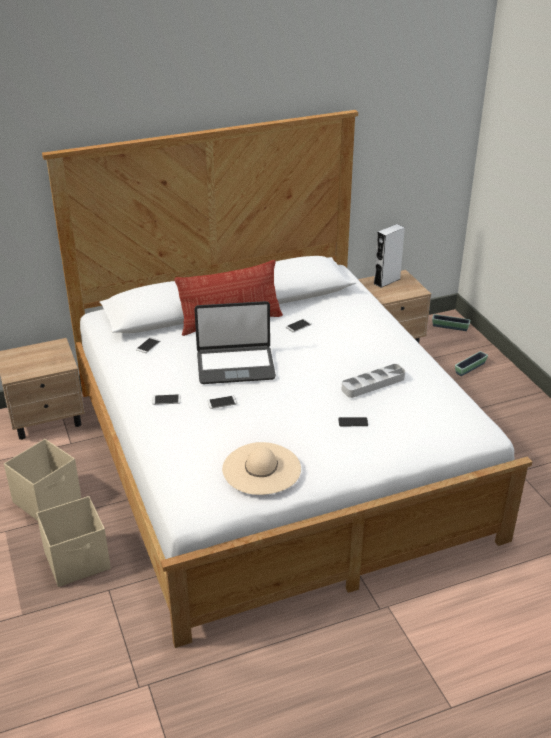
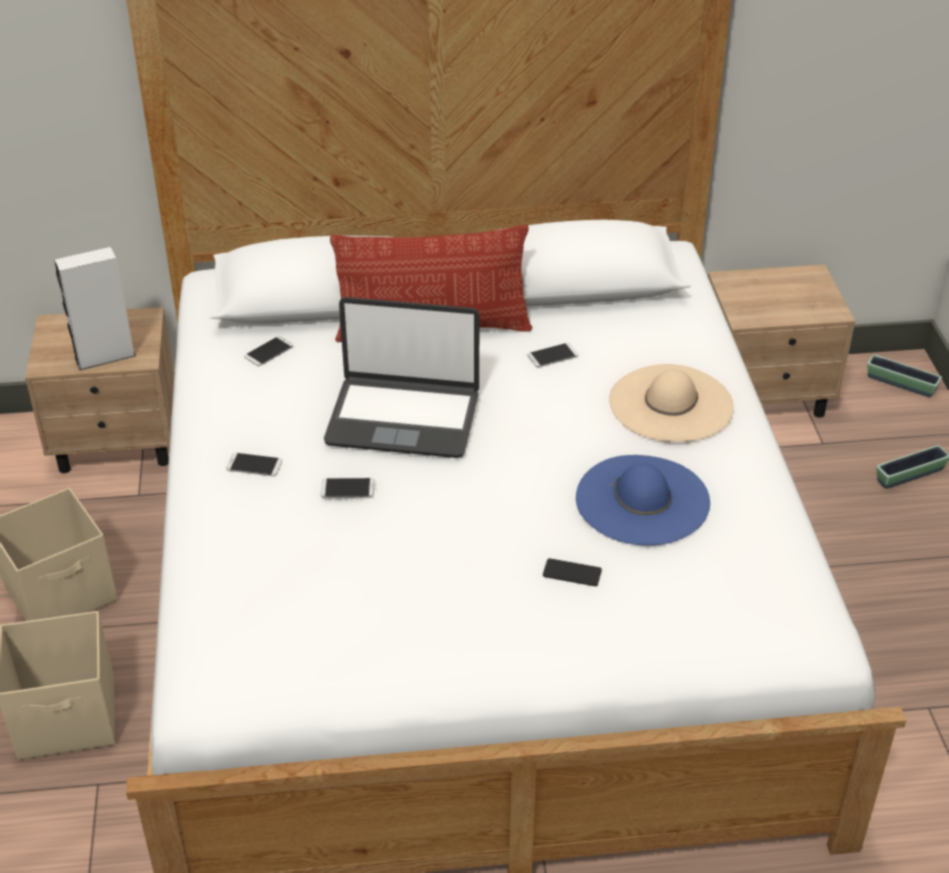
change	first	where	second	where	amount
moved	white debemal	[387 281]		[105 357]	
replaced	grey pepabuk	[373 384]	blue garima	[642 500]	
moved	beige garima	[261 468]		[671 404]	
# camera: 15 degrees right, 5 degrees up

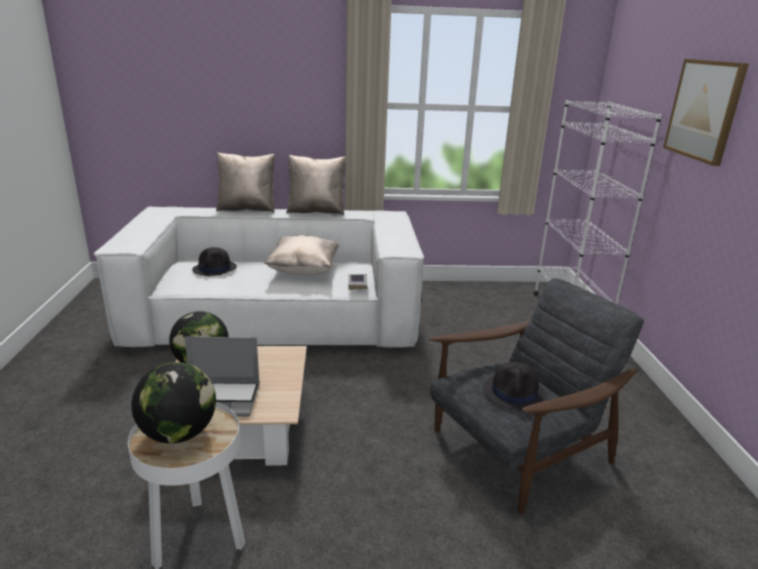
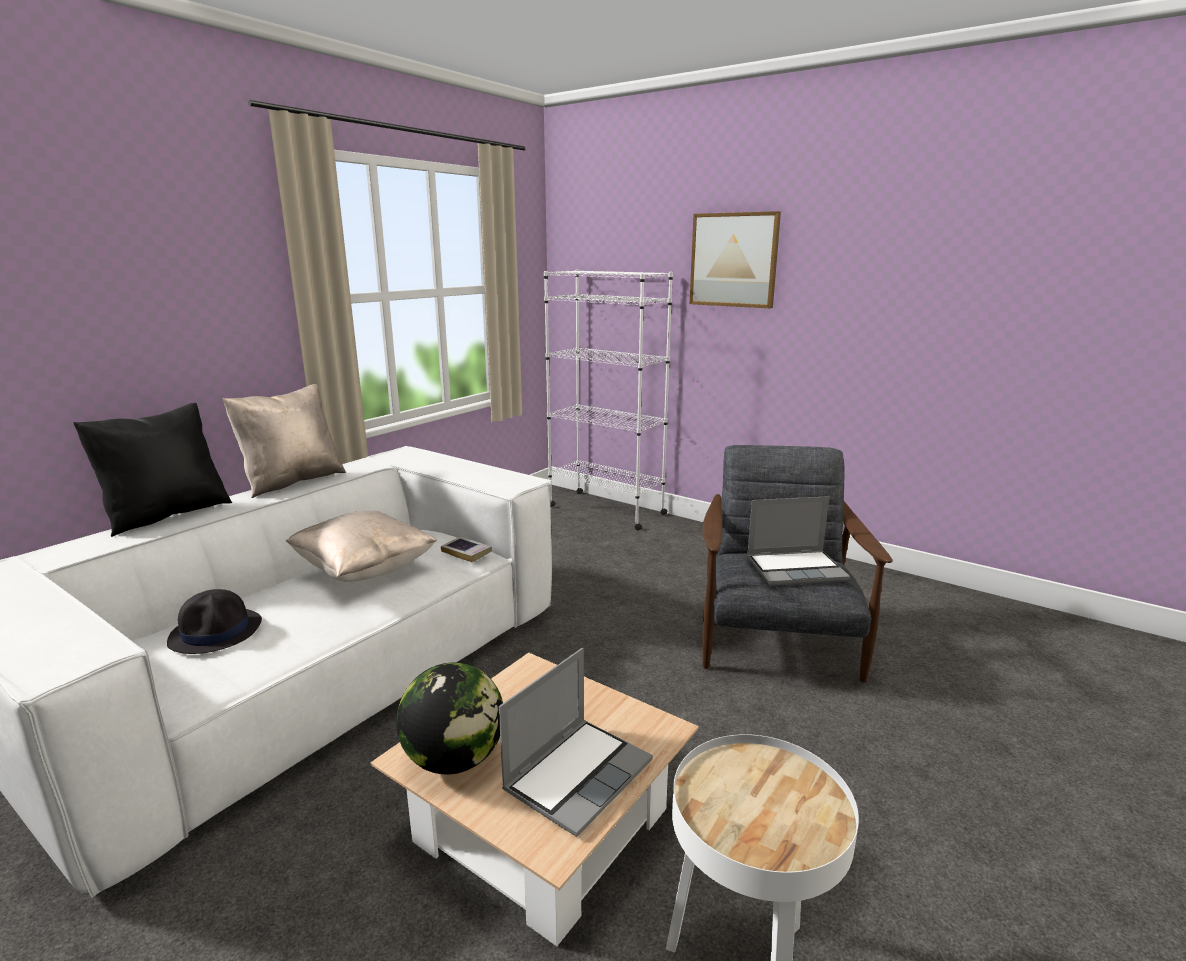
change	first	where	second	where	amount
recoloured	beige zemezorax	[247 209]	black zemezorax	[167 514]	
removed	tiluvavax	[179 434]			
replaced	black garima	[514 393]	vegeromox	[796 569]	
# camera: 50 degrees left, 5 degrees down

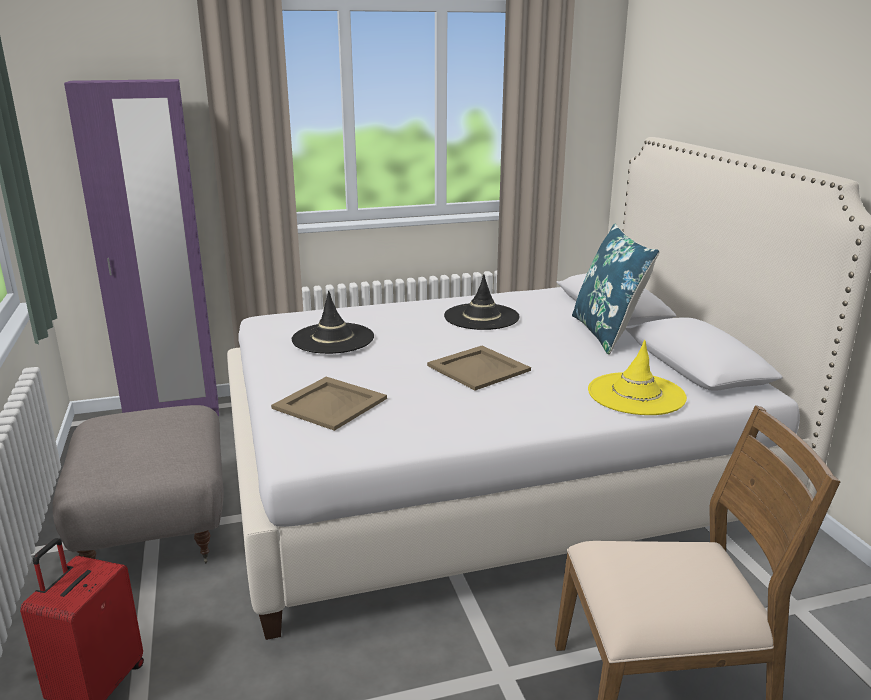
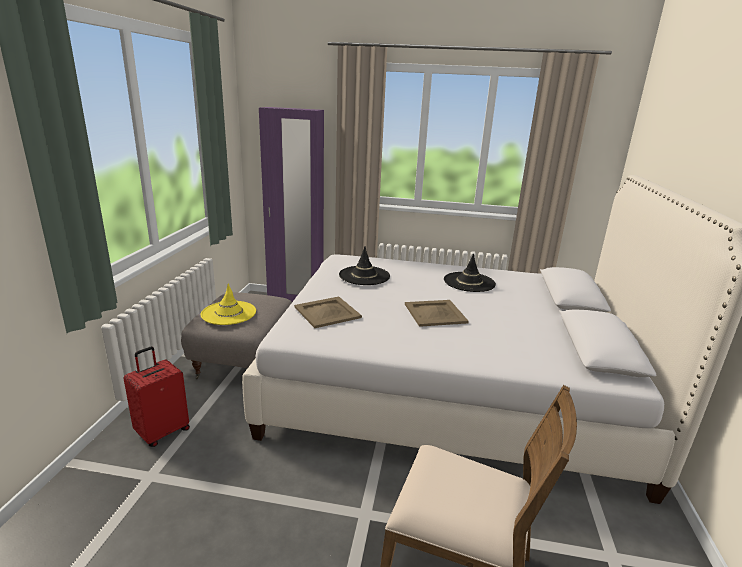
change	first	where	second	where	amount
removed	blue zemezorax	[607 333]			
moved	yellow garima	[636 394]		[228 313]	
# camera: 25 degrees right, 0 degrees up

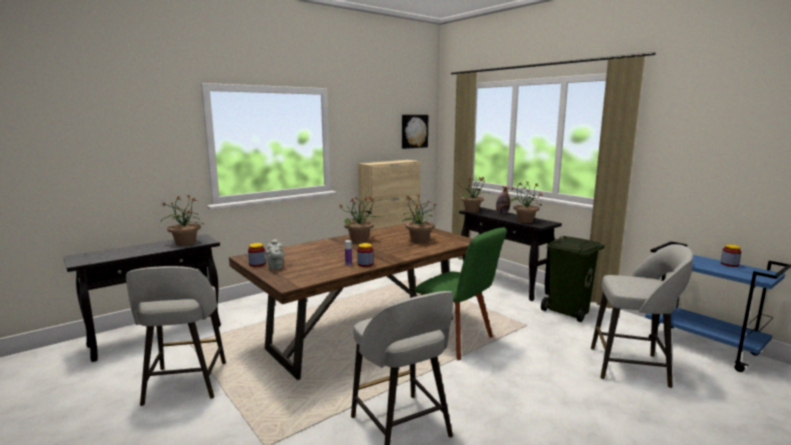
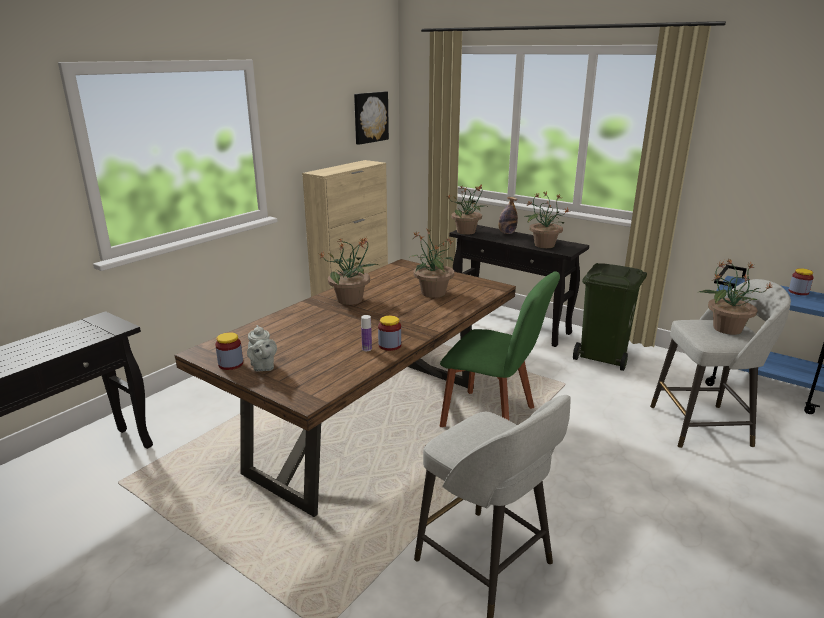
change	first	where	second	where	amount
moved	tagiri	[185 243]		[726 328]	
removed	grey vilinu	[185 384]			
# camera: 15 degrees left, 10 degrees up

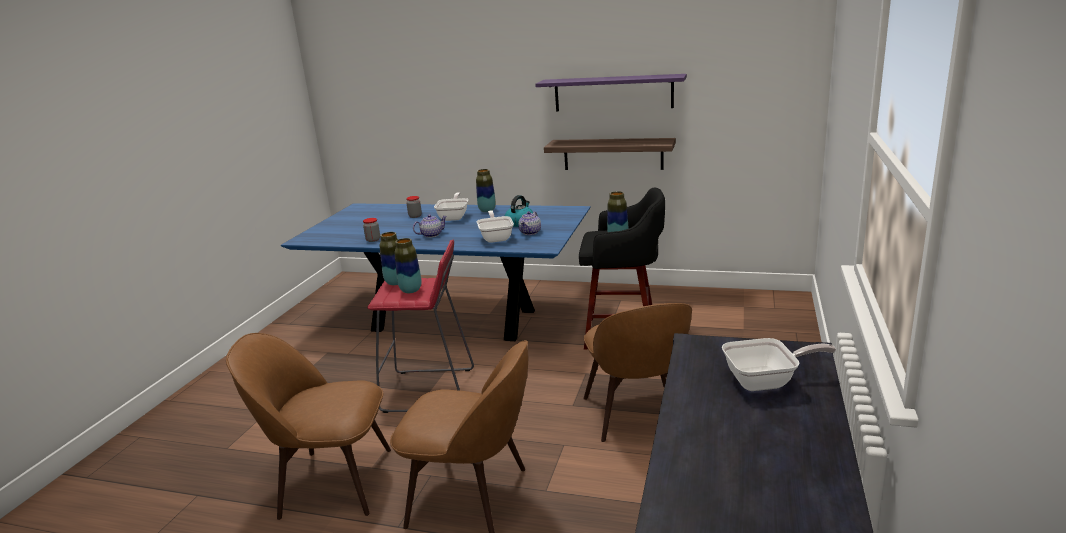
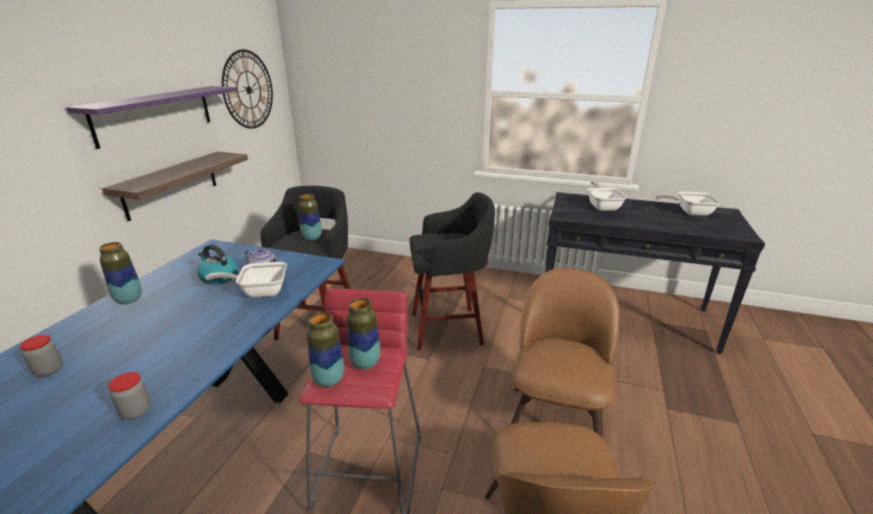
change	first	where	second	where	amount
moved	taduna	[454 217]		[689 212]	
removed	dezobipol	[431 235]			
replaced	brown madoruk	[637 415]	black vilinu	[449 328]	
added			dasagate	[248 90]	
# camera: 90 degrees left, 5 degrees up

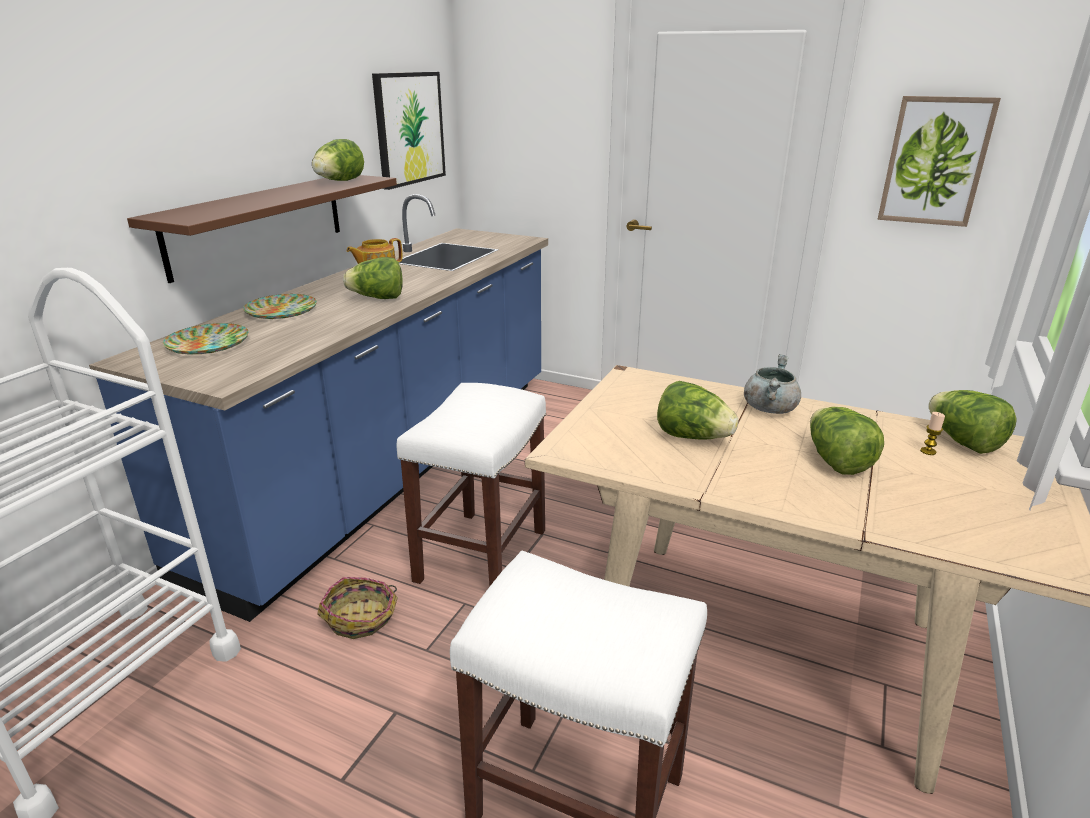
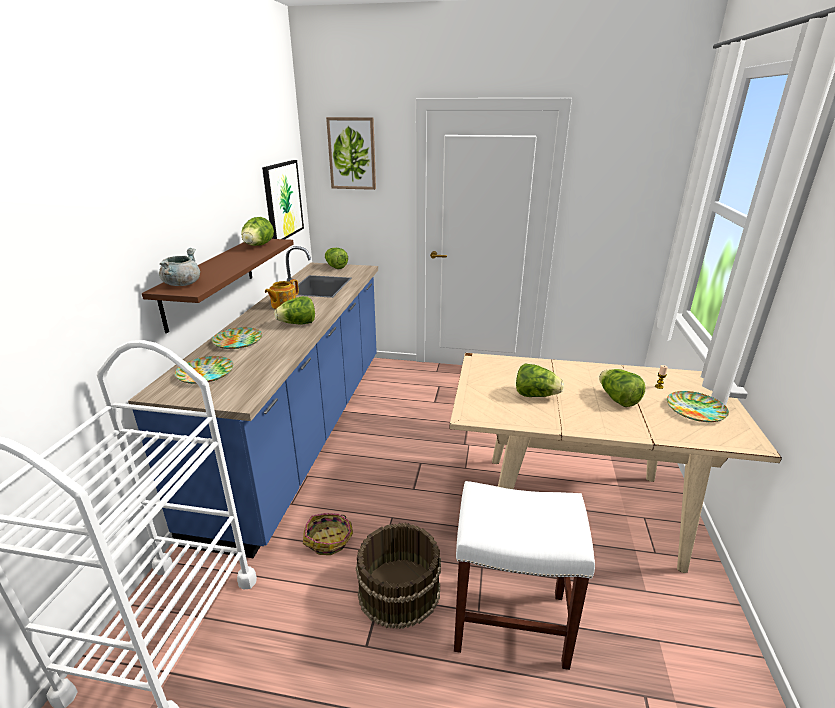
change	first	where	second	where	amount
moved	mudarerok	[935 161]		[352 153]	
moved	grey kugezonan	[769 408]		[182 284]	
removed	white vilinu	[481 554]			
moved	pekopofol	[962 442]		[335 267]	
added			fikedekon	[695 410]	
added			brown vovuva	[398 590]	
# camera: 15 degrees left, 0 degrees up

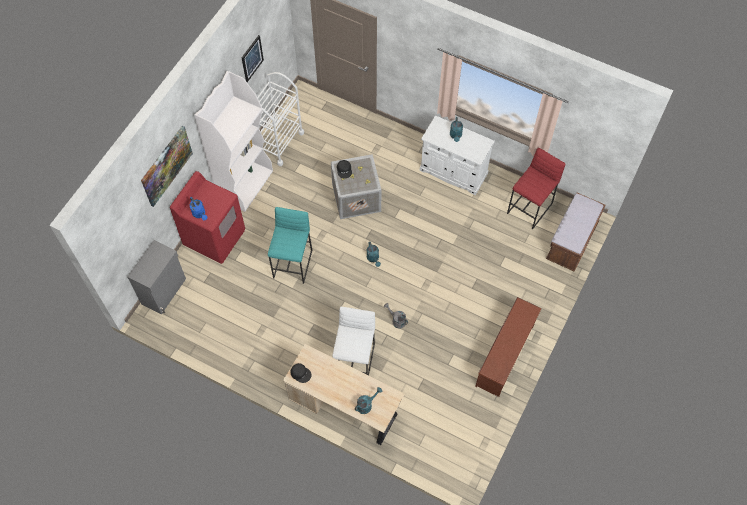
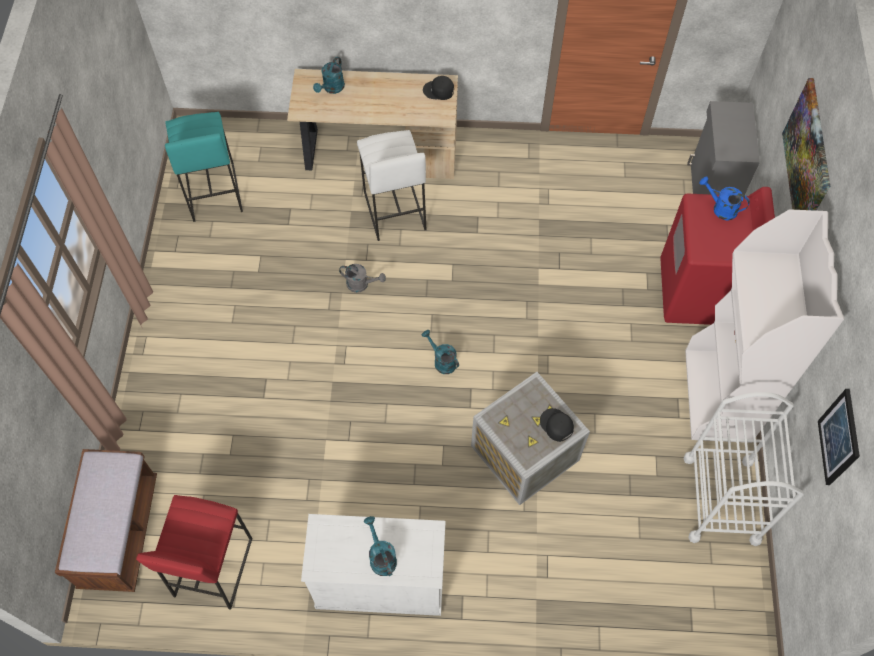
change	first	where	second	where	amount
moved	turquoise vilinu	[293 264]		[213 192]	
removed	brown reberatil	[505 356]			
# camera: 155 degrees right, 0 degrees up

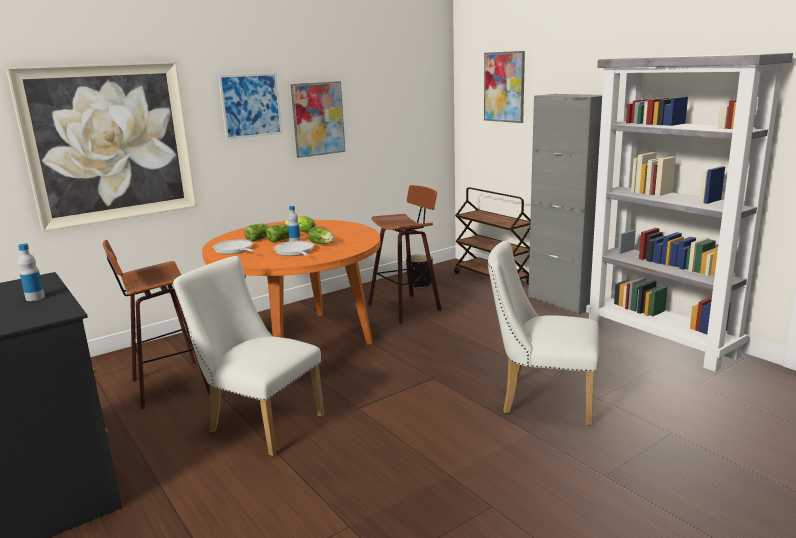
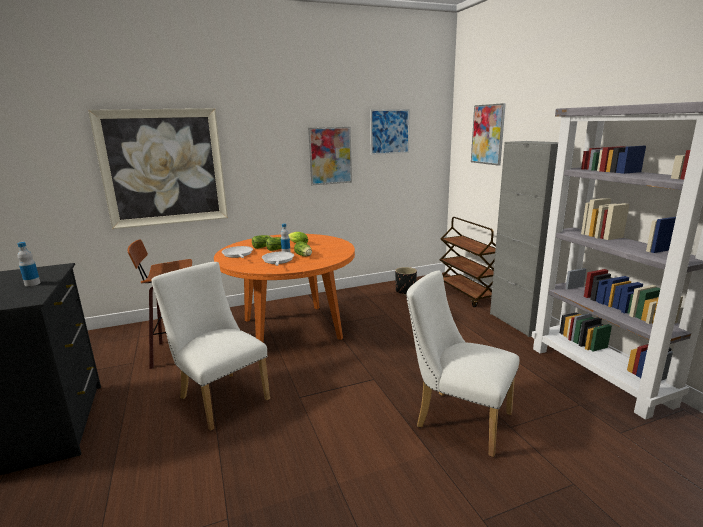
change	first	where	second	where	amount
moved	mudarerok	[251 105]		[390 131]	
removed	vilinu	[407 307]			
# camera: 15 degrees right, 0 degrees up

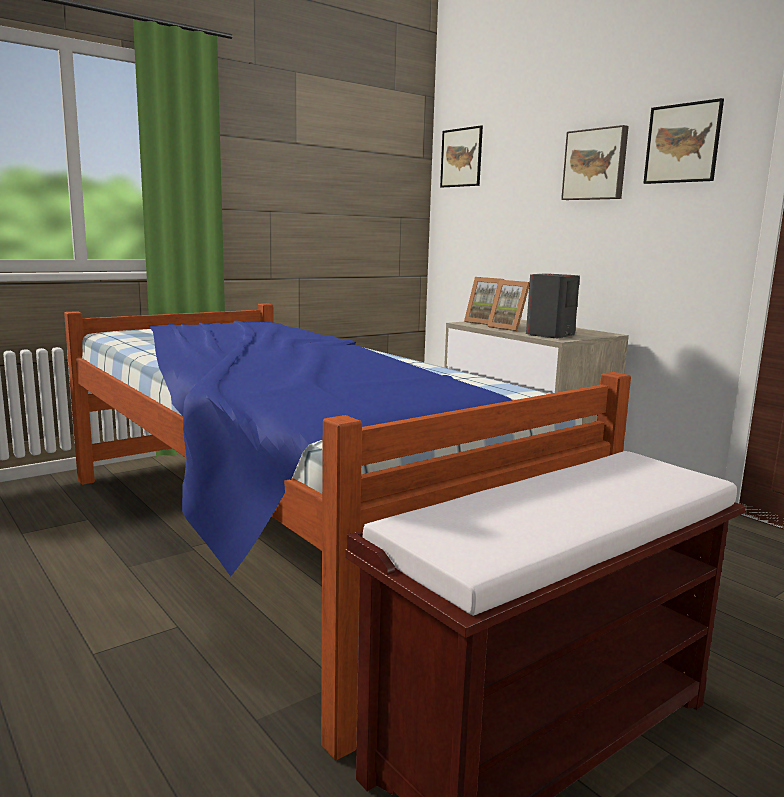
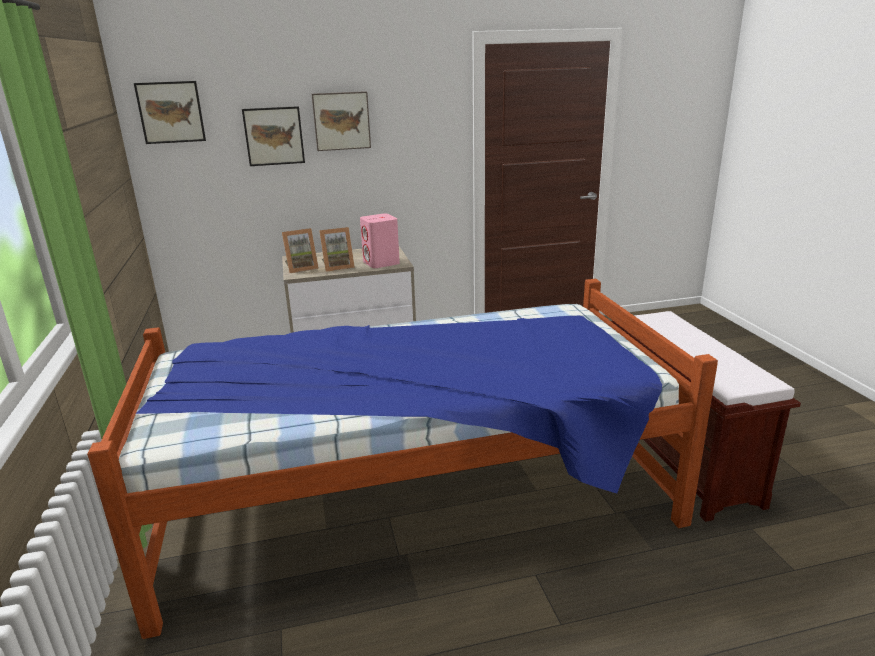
change	first	where	second	where	amount
moved	mudarerok	[682 143]		[274 136]	
recoloured	grey debemal	[549 335]	pink debemal	[381 263]	
# camera: 65 degrees left, 10 degrees up

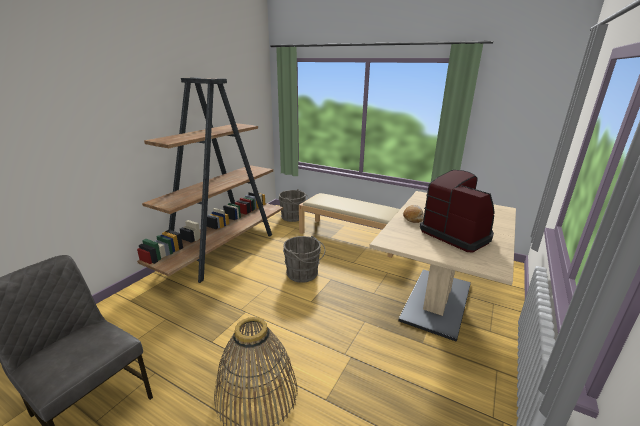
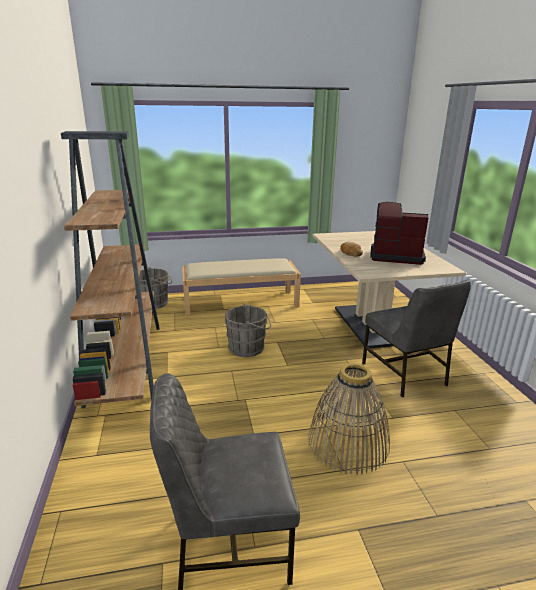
change	first	where	second	where	amount
added			grey madoruk	[405 374]	
# camera: 40 degrees left, 0 degrees up

